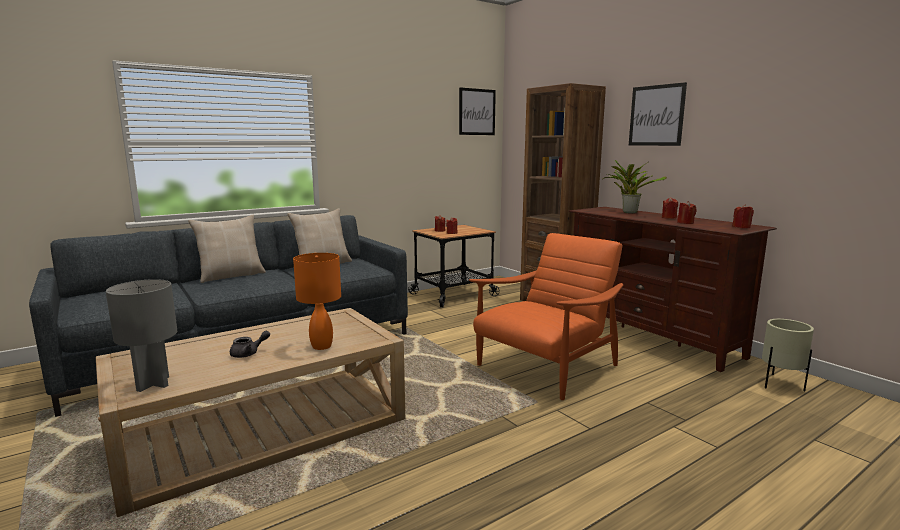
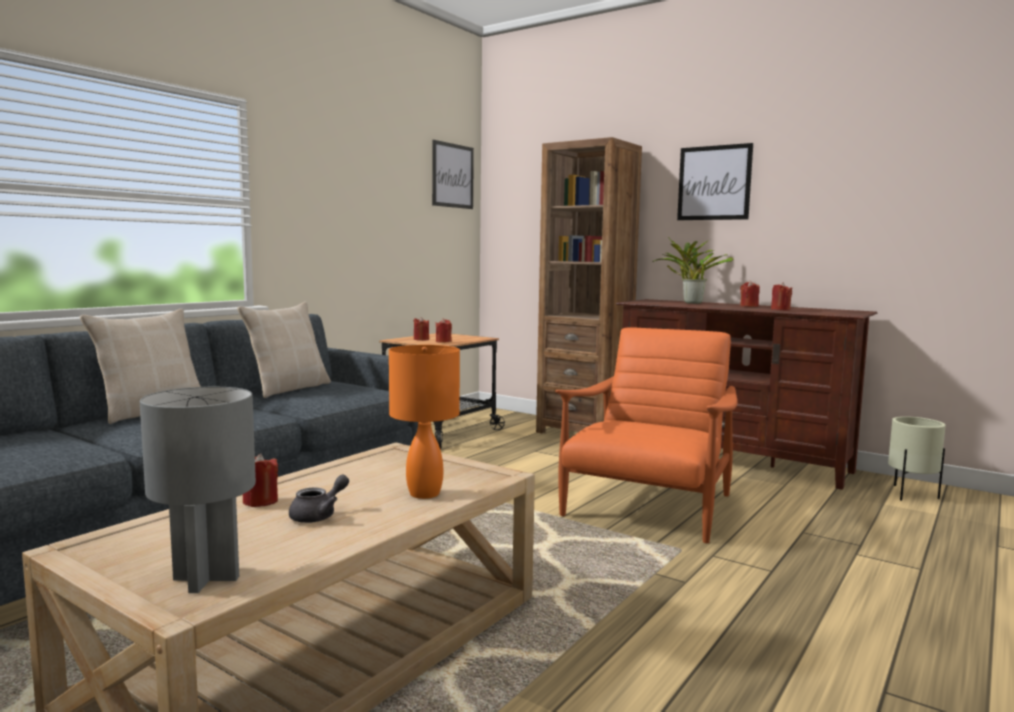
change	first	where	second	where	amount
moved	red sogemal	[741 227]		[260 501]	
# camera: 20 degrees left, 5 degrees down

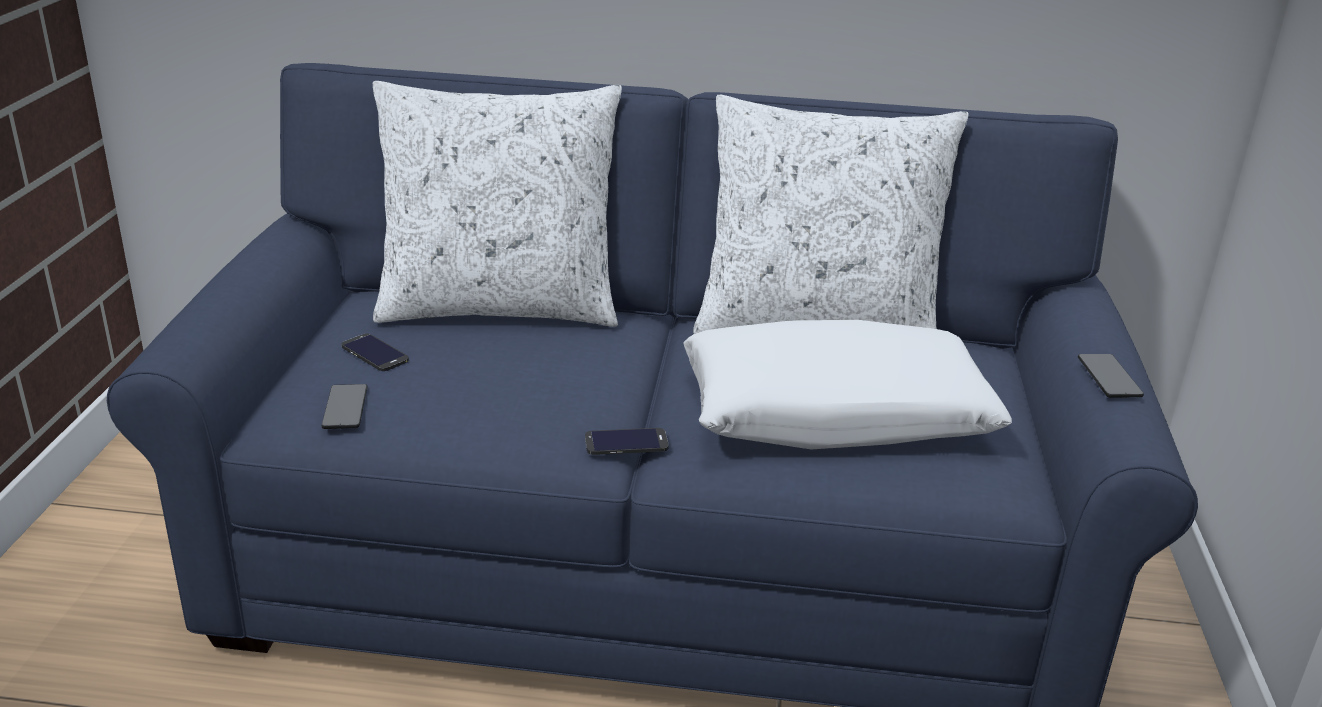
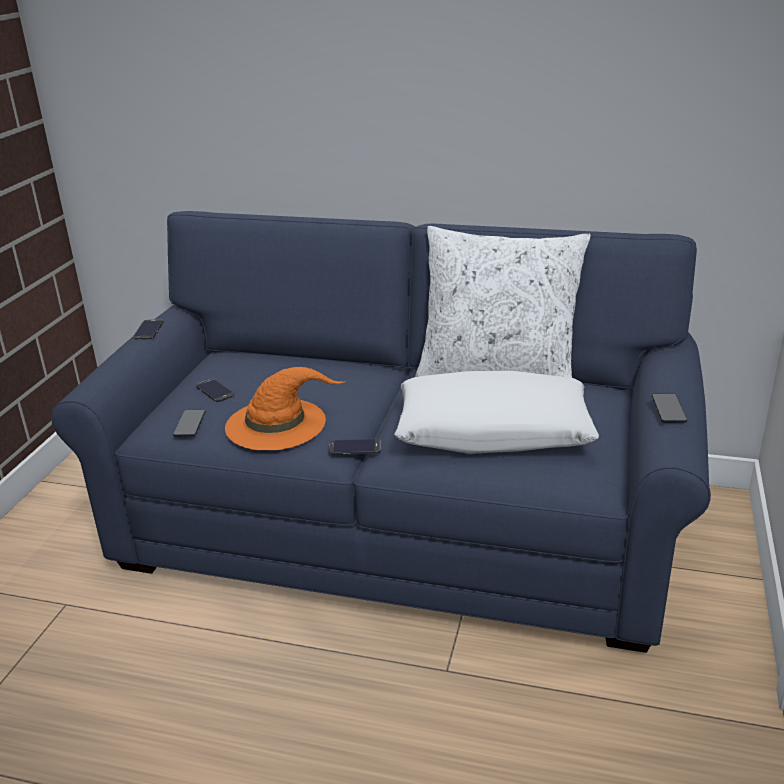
change	first	where	second	where	amount
removed	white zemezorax	[499 307]			
added			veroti	[148 330]	
added			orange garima	[277 423]	
# camera: 10 degrees right, 0 degrees up

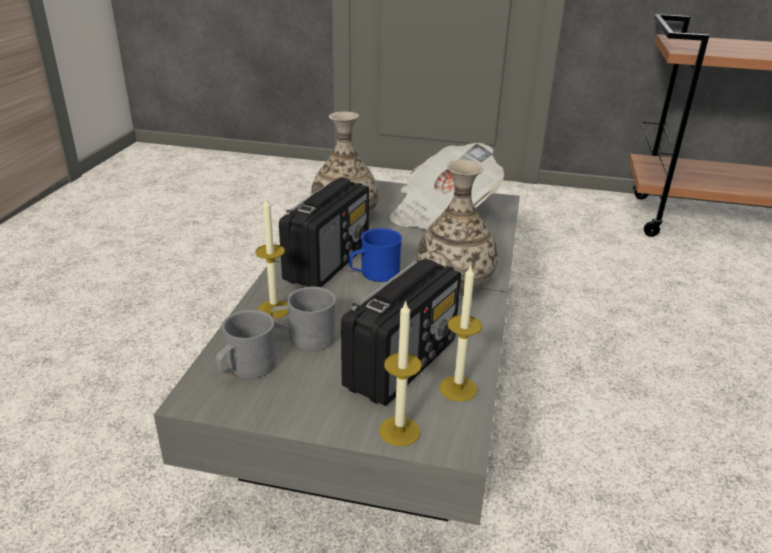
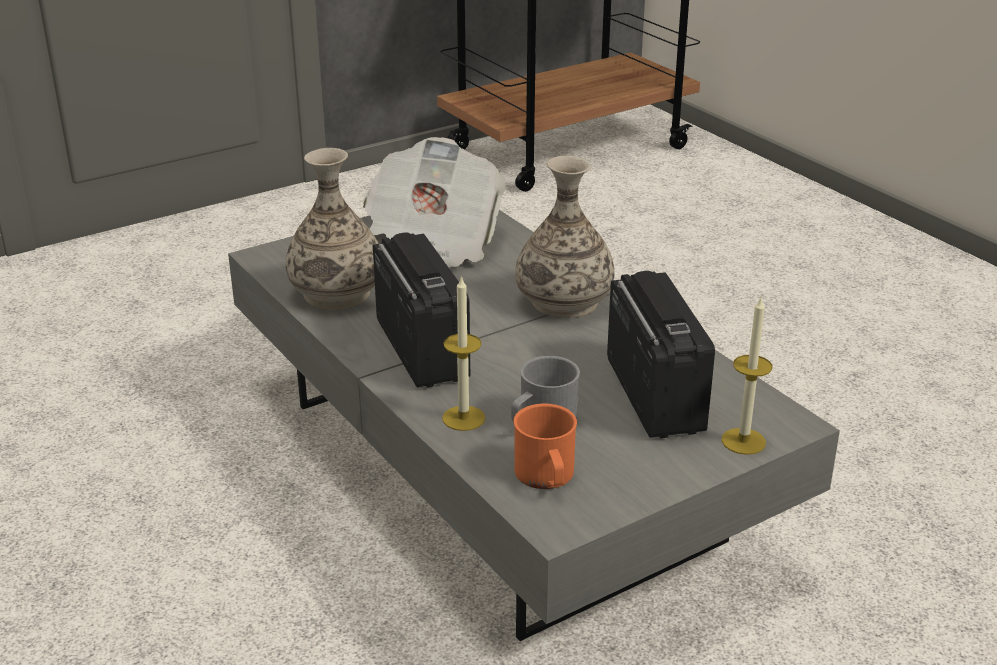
change	first	where	second	where	amount
removed	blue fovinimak	[374 274]			
removed	sogemal	[458 388]			
recoloured	grey fovinimak	[246 368]	orange fovinimak	[546 478]	
# camera: 45 degrees left, 0 degrees up

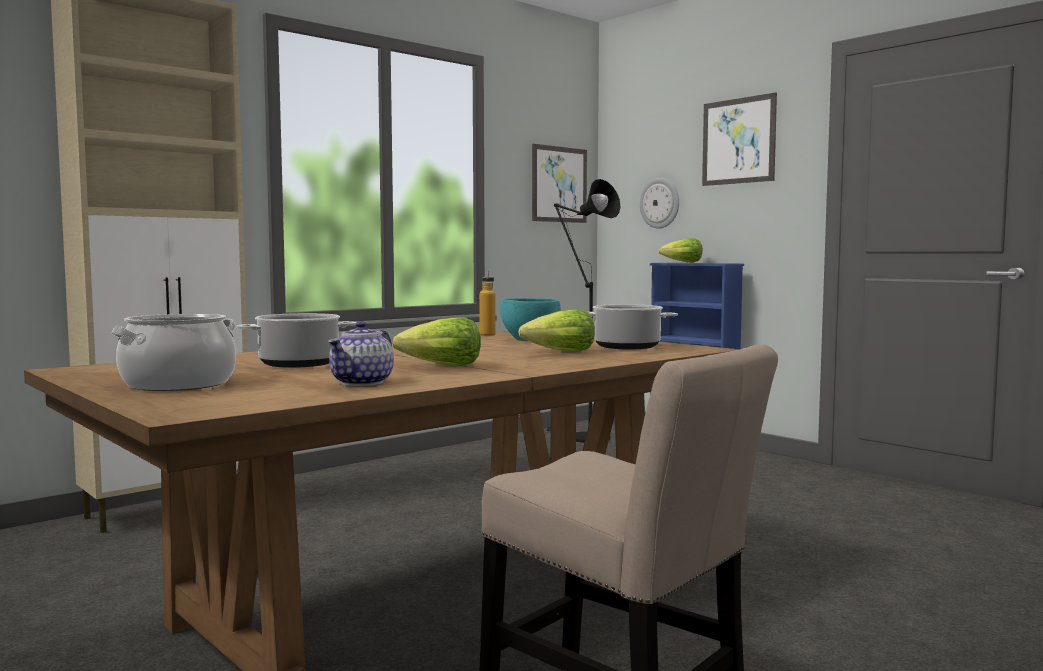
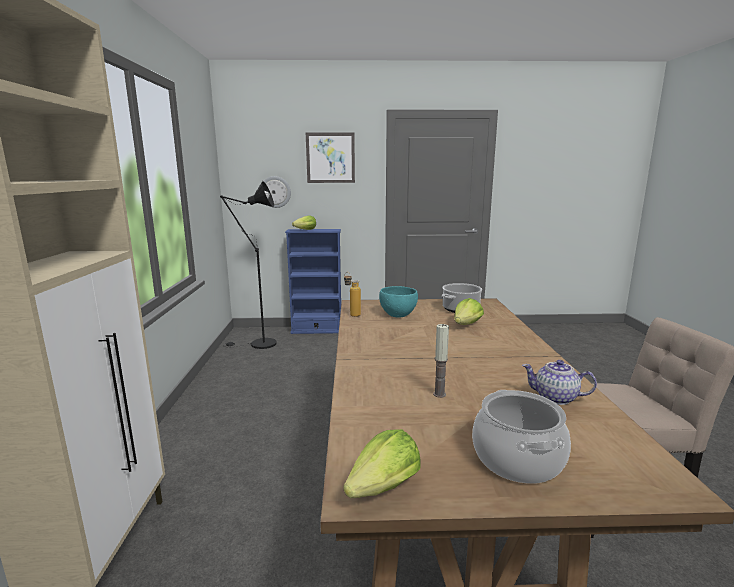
change	first	where	second	where	amount
removed	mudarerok	[559 184]			
replaced	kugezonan	[298 364]	sogemal	[439 394]	
moved	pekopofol	[441 366]		[384 487]	
turned	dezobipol	[363 382]		[556 398]	135 degrees clockwise
# camera: 50 degrees left, 10 degrees up

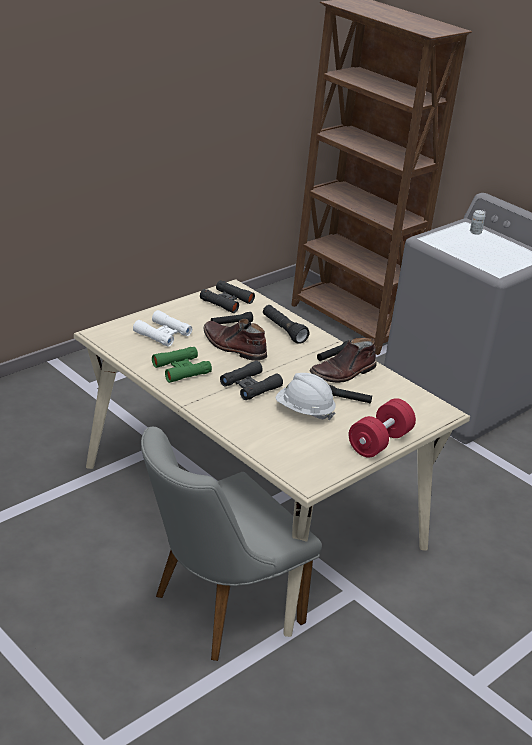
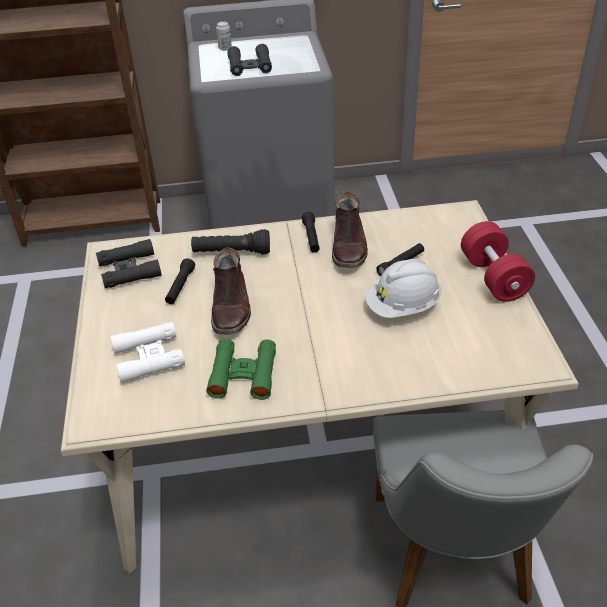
change	first	where	second	where	amount
turned	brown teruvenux	[233 347]		[231 307]	75 degrees counterclockwise
moved	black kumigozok	[250 386]		[250 66]	
# camera: 50 degrees left, 10 degrees up

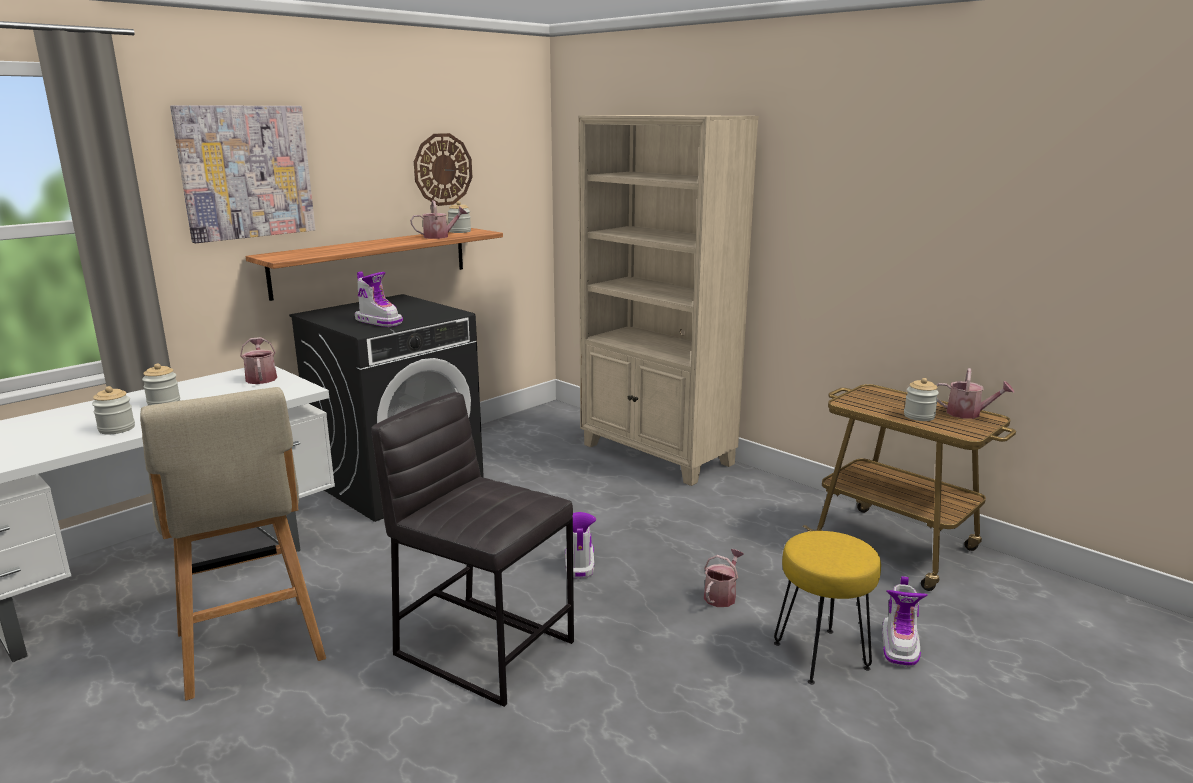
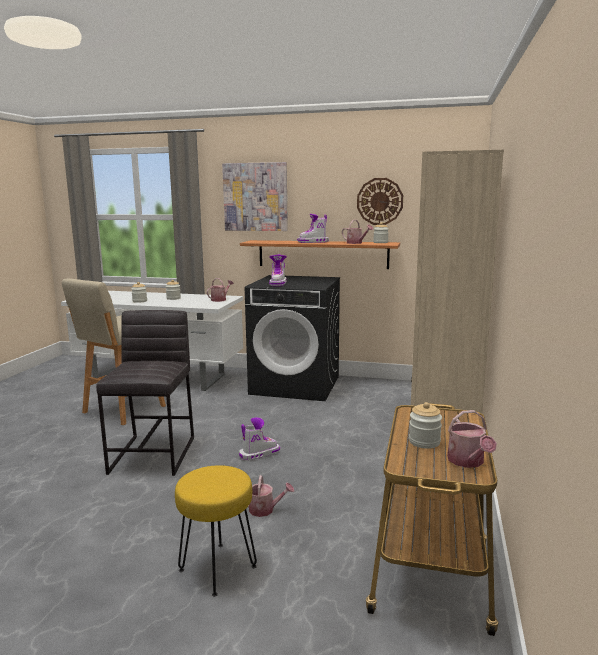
change	first	where	second	where	amount
moved	teruvenux	[900 646]		[313 242]	
# camera: 60 degrees right, 5 degrees down

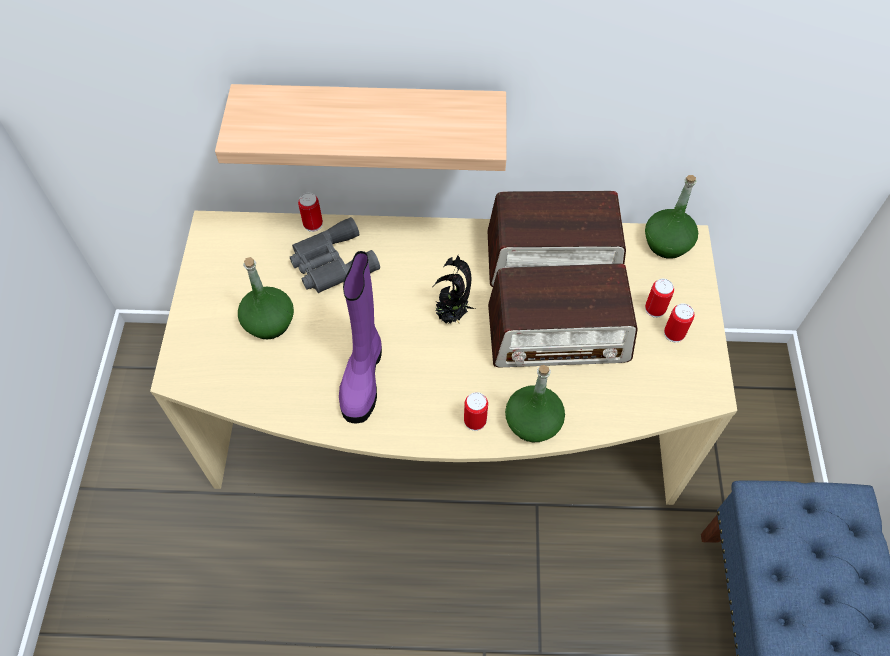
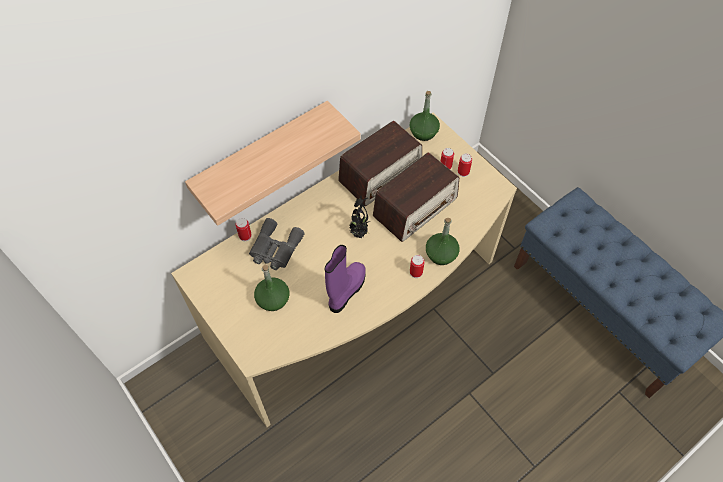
change	first	where	second	where	amount
turned	purple teruvenux	[363 377]		[346 291]	120 degrees counterclockwise
# camera: 40 degrees left, 0 degrees up

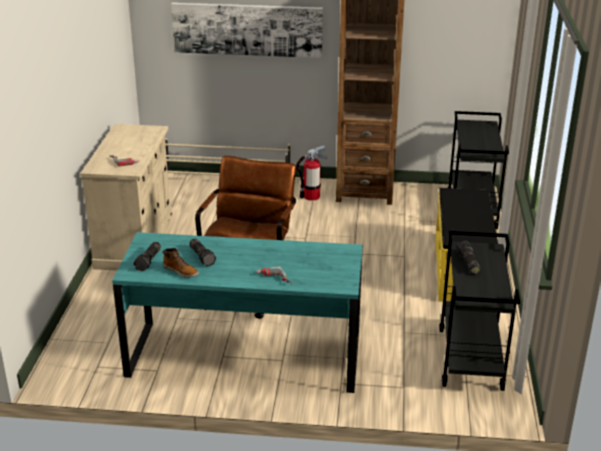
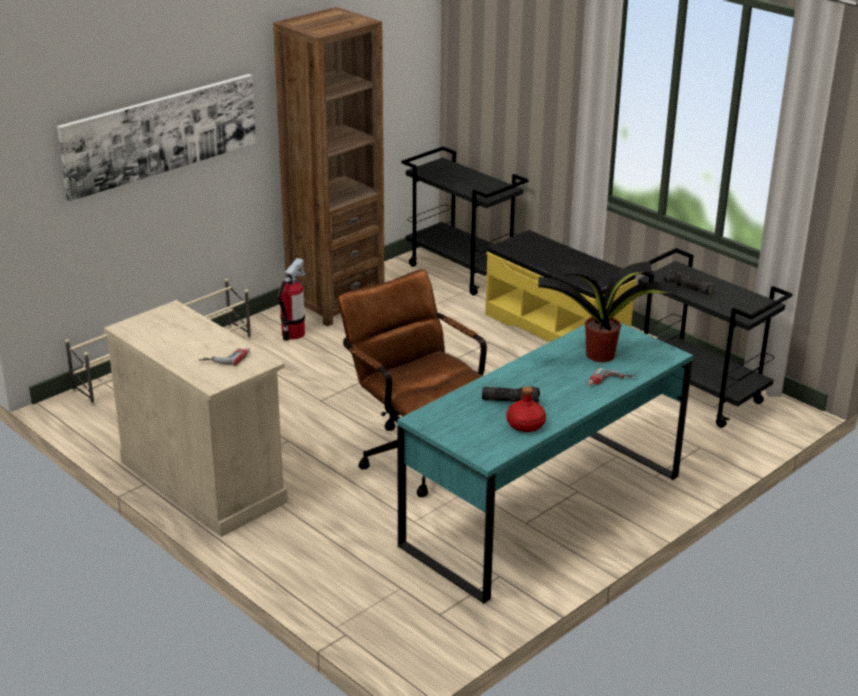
change	first	where	second	where	amount
removed	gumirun	[149 261]			
replaced	teruvenux	[181 271]	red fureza	[525 424]	
added			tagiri	[602 355]	
# camera: 50 degrees left, 0 degrees up

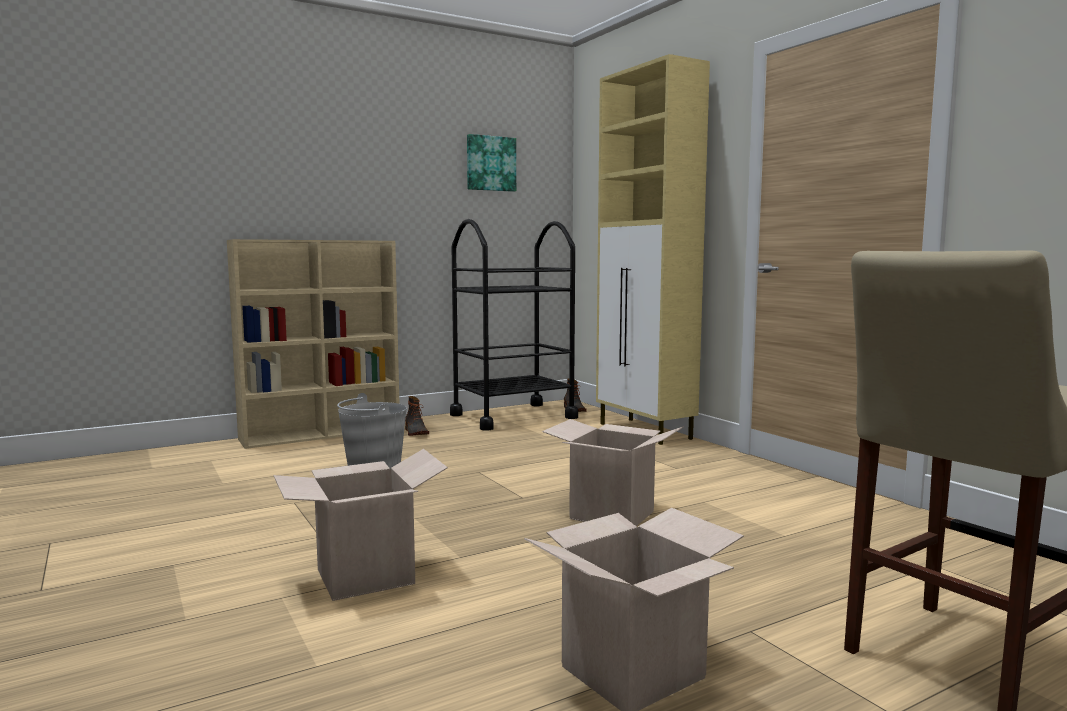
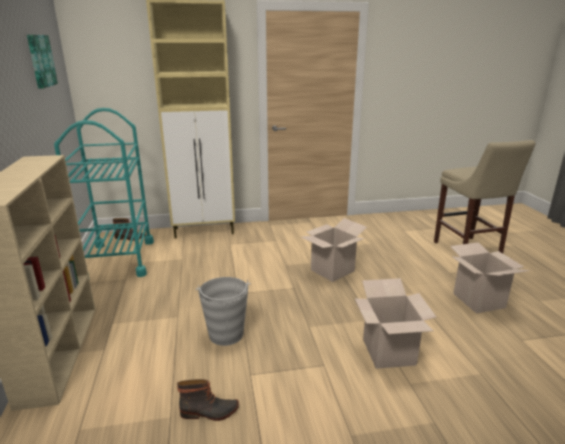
change	first	where	second	where	amount
recoloured	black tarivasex	[513 416]	turquoise tarivasex	[119 260]	
moved	teruvenux	[415 432]		[209 412]	
# camera: 70 degrees left, 15 degrees up

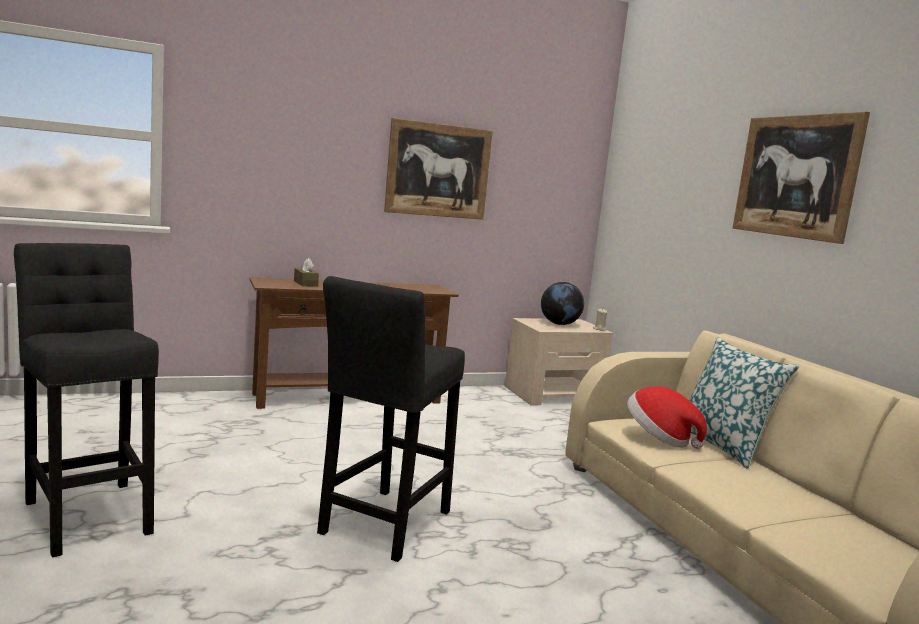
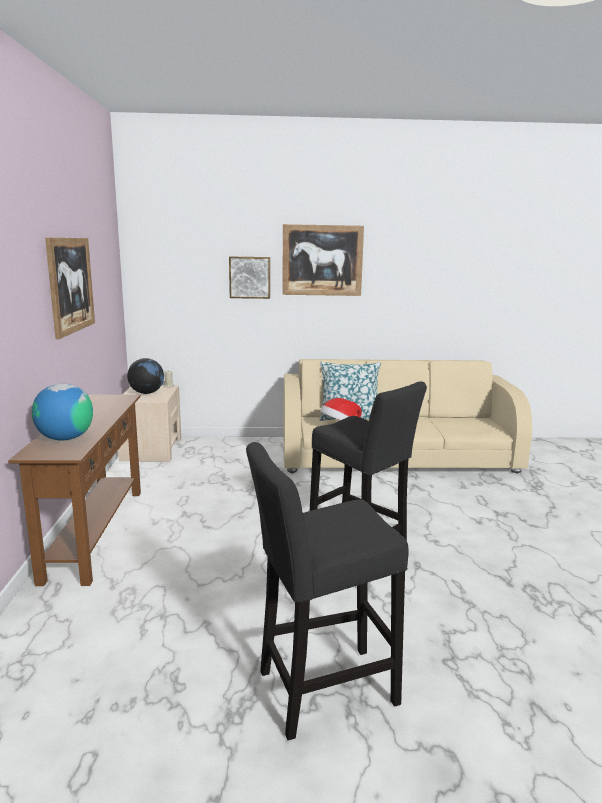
change	first	where	second	where	amount
replaced	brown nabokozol	[305 283]	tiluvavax	[65 438]	
added			mudarerok	[249 277]	
# camera: 70 degrees left, 5 degrees up

